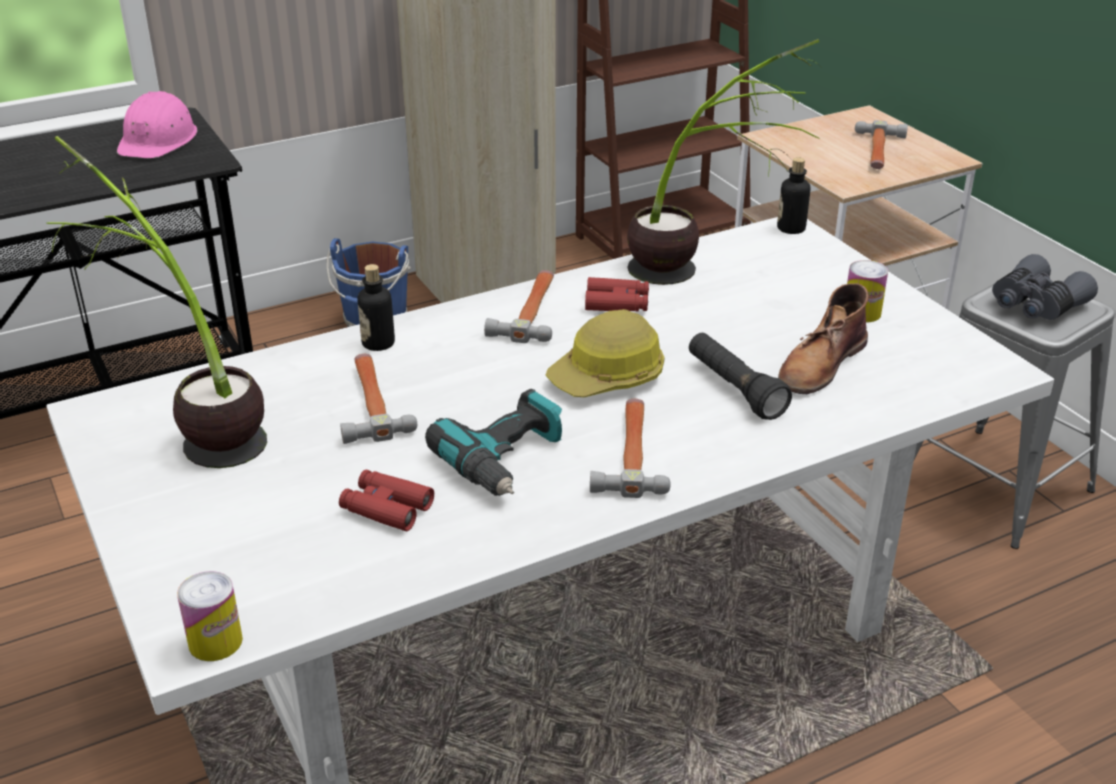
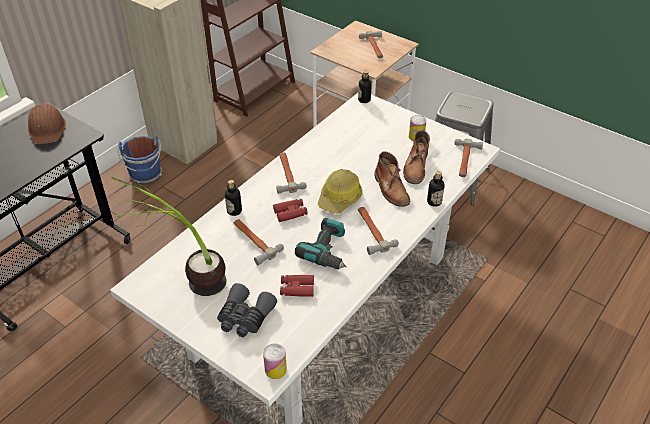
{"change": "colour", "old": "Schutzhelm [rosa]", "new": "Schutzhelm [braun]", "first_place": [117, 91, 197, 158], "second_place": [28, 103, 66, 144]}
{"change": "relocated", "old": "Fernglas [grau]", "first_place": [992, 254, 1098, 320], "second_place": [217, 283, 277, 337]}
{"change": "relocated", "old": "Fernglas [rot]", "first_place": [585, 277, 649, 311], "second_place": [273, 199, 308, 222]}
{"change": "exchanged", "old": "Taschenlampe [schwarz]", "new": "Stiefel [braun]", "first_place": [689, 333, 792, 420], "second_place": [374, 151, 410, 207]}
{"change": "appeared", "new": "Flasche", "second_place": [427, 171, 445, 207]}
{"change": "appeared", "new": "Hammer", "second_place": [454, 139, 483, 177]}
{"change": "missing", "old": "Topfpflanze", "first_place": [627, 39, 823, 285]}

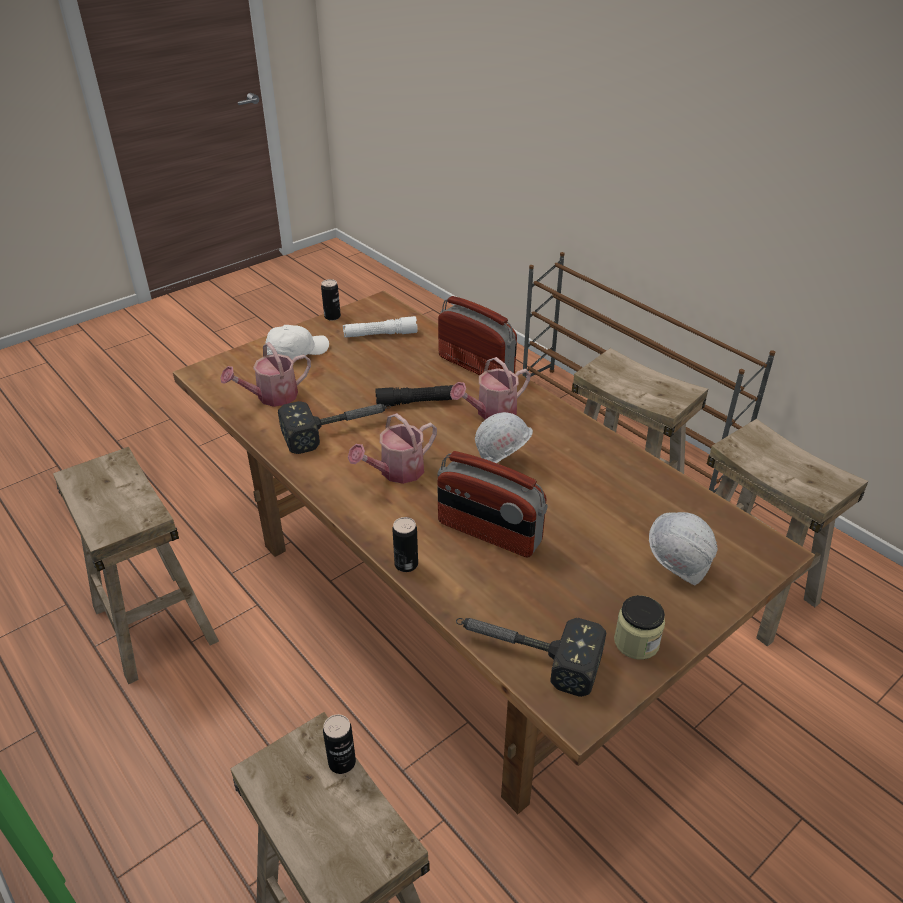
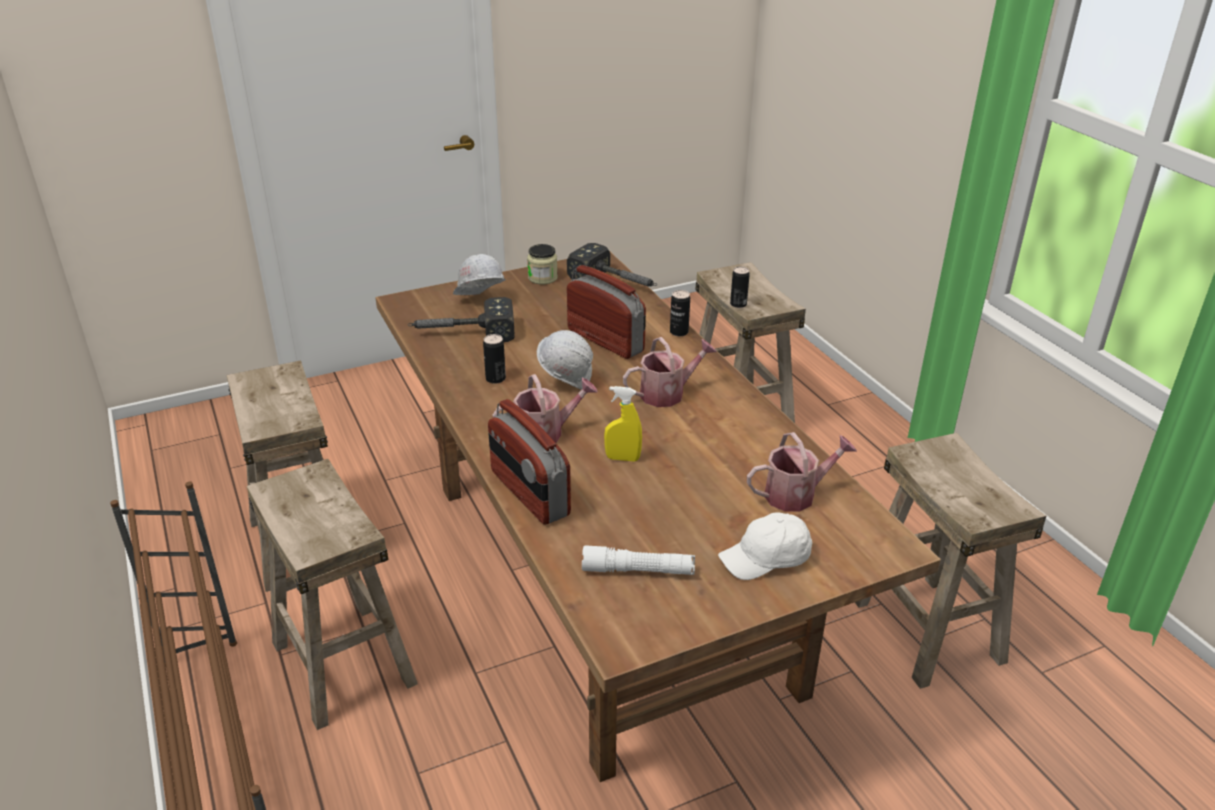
{"change": "relocated", "old": "Hammer", "first_place": [278, 401, 391, 454], "second_place": [408, 297, 514, 342]}
{"change": "relocated", "old": "Dose", "first_place": [321, 279, 341, 321], "second_place": [483, 334, 506, 384]}
{"change": "exchanged", "old": "Taschenlampe [schwarz]", "new": "Sprühflasche [gelb]", "first_place": [375, 385, 453, 407], "second_place": [604, 386, 642, 462]}

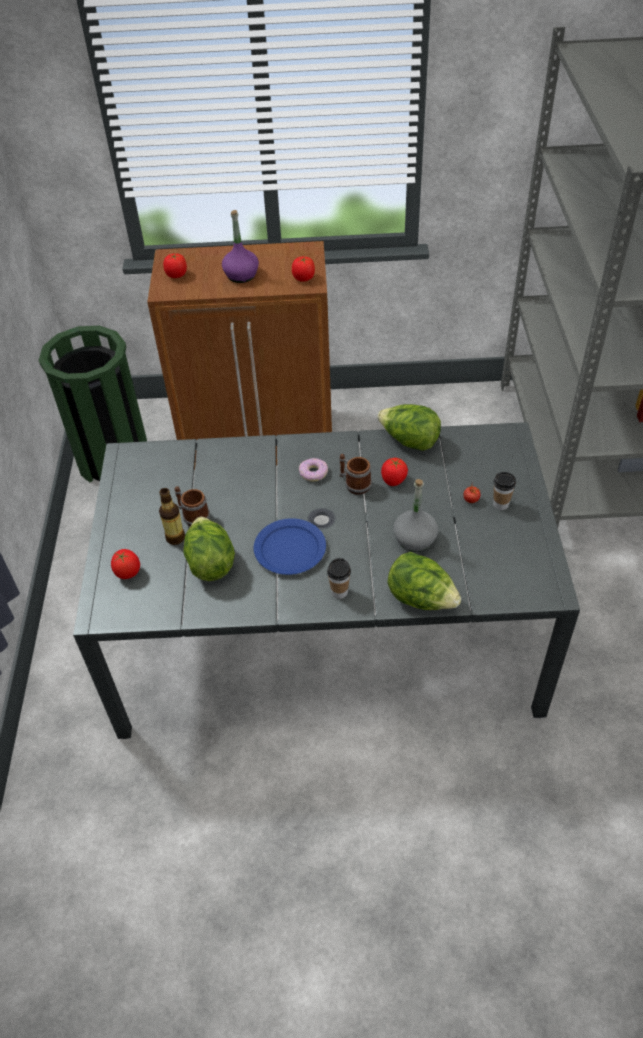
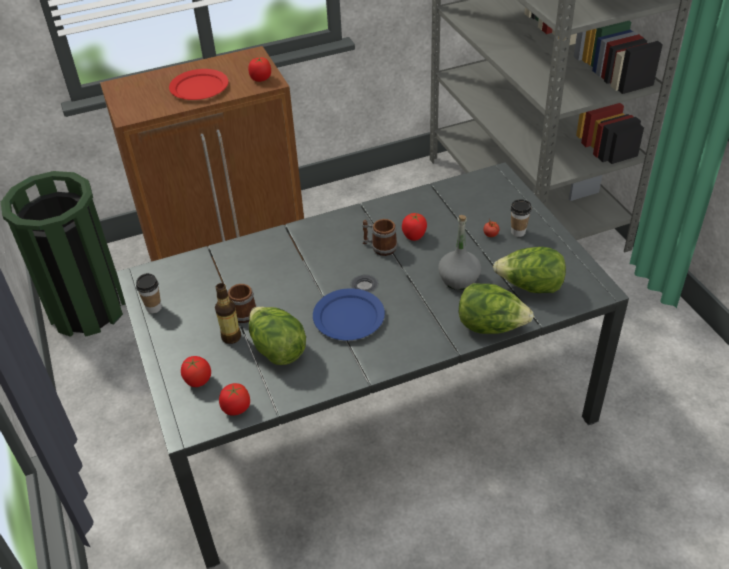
{"change": "relocated", "old": "Tasse", "first_place": [327, 558, 351, 599], "second_place": [136, 273, 162, 313]}
{"change": "exchanged", "old": "Flasche [lila]", "new": "Teller [rot]", "first_place": [222, 210, 259, 283], "second_place": [169, 69, 228, 100]}
{"change": "relocated", "old": "Tomate", "first_place": [163, 253, 187, 278], "second_place": [219, 383, 250, 416]}
{"change": "relocated", "old": "Salatkopf", "first_place": [378, 404, 441, 451], "second_place": [493, 247, 566, 293]}
{"change": "missing", "old": "Donut", "first_place": [299, 458, 328, 482]}

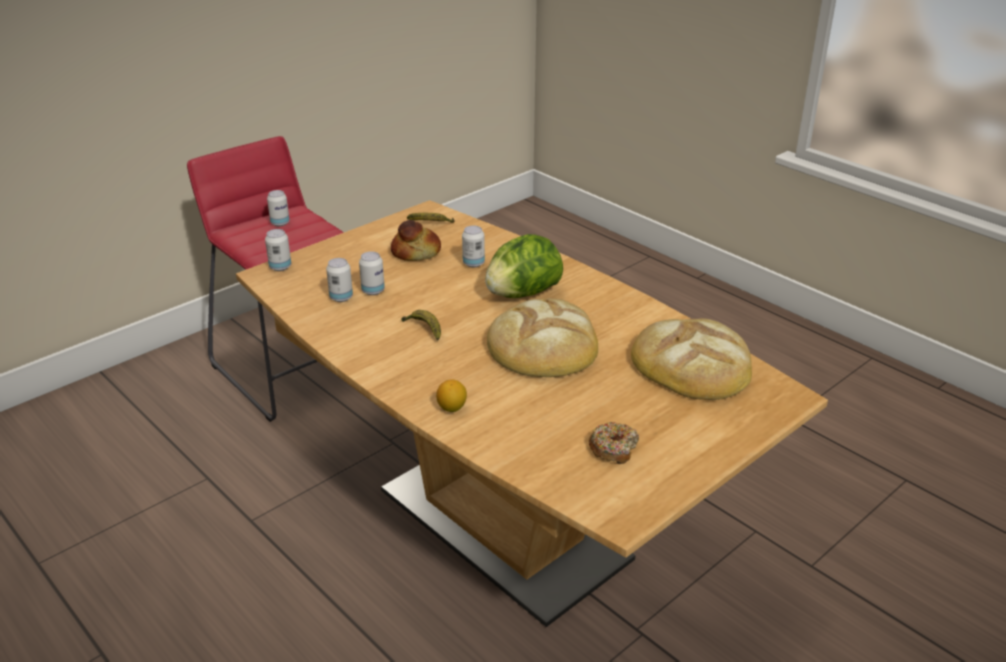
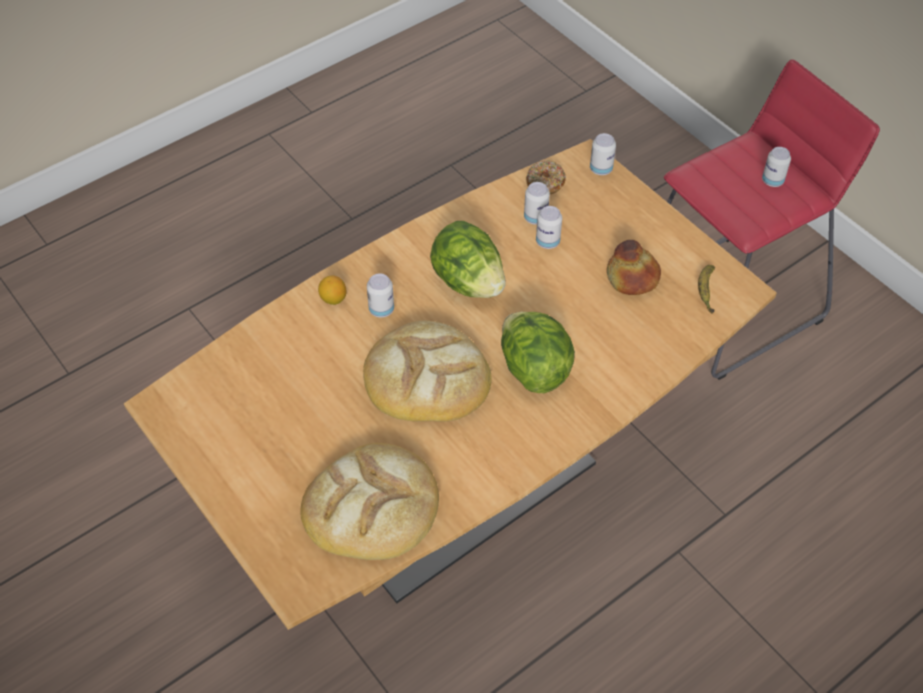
{"change": "relocated", "old": "Dose", "first_place": [462, 226, 485, 268], "second_place": [367, 273, 394, 318]}
{"change": "exchanged", "old": "Banane", "new": "Salatkopf", "first_place": [401, 310, 441, 341], "second_place": [430, 221, 506, 298]}
{"change": "relocated", "old": "Donut", "first_place": [589, 422, 639, 464], "second_place": [526, 160, 566, 194]}

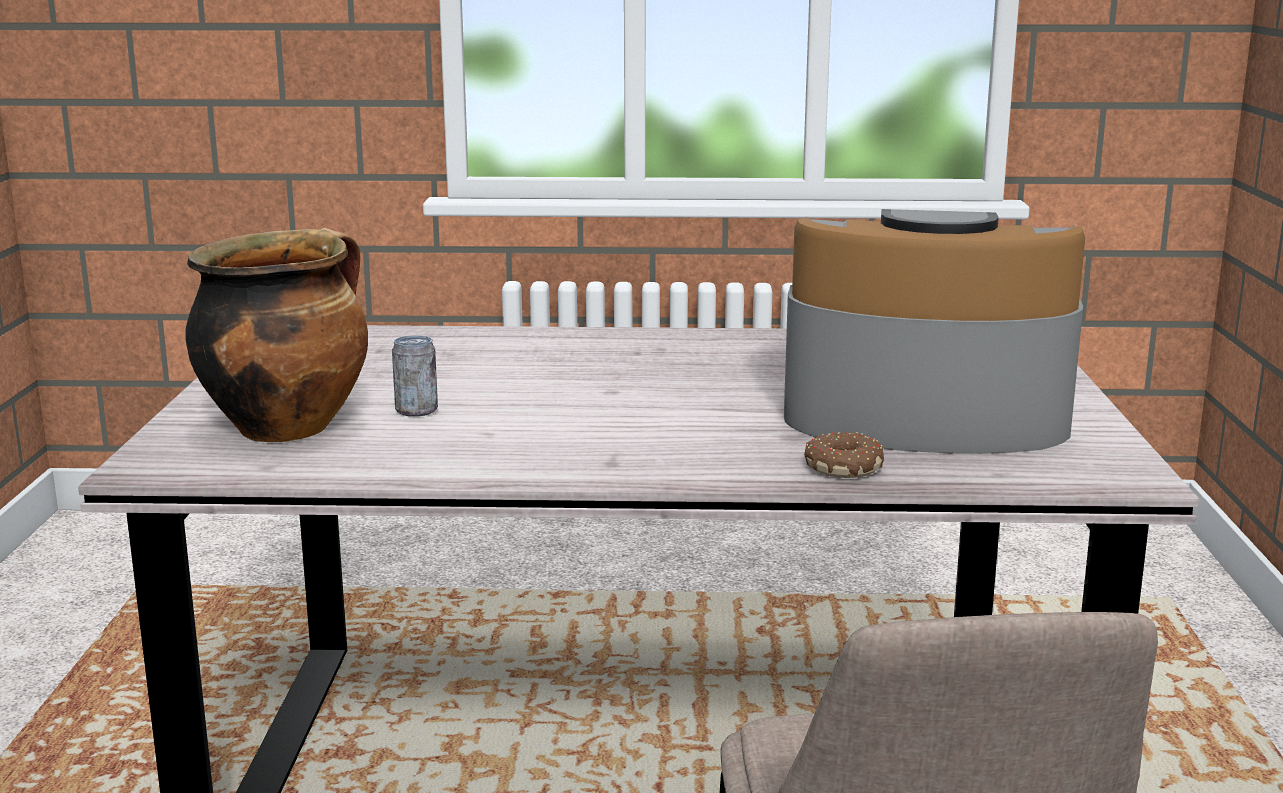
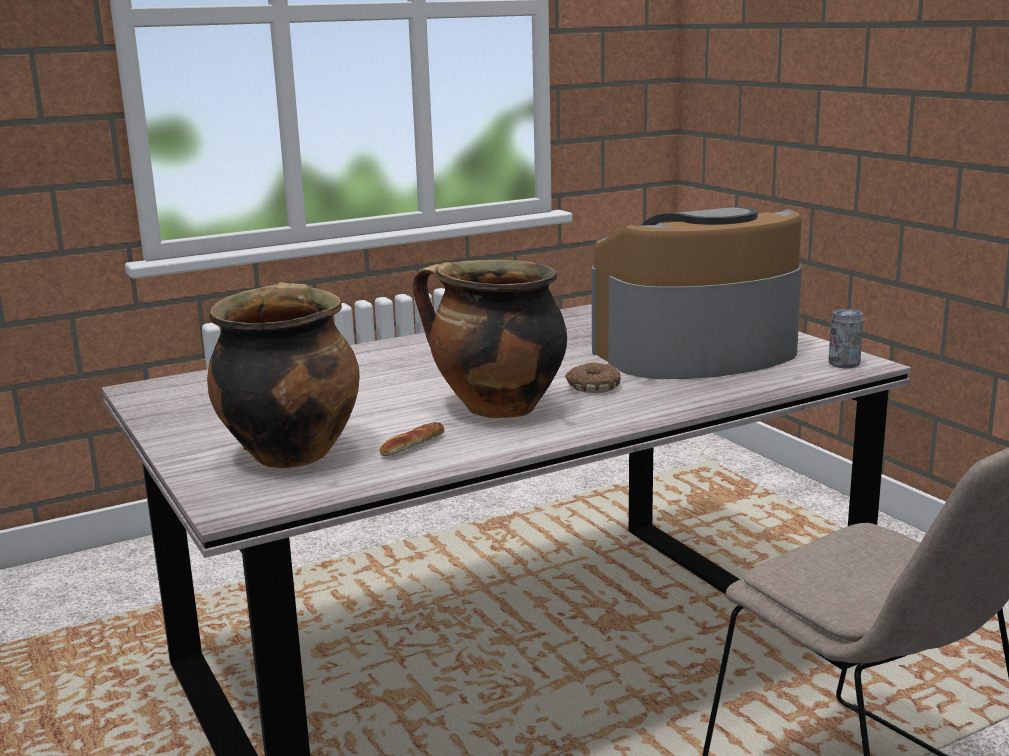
{"change": "appeared", "new": "Brot", "second_place": [380, 422, 444, 456]}
{"change": "appeared", "new": "Kochtopf", "second_place": [413, 260, 567, 418]}
{"change": "relocated", "old": "Donut", "first_place": [804, 432, 884, 478], "second_place": [565, 362, 621, 393]}
{"change": "relocated", "old": "Dose", "first_place": [392, 335, 438, 417], "second_place": [828, 309, 863, 368]}

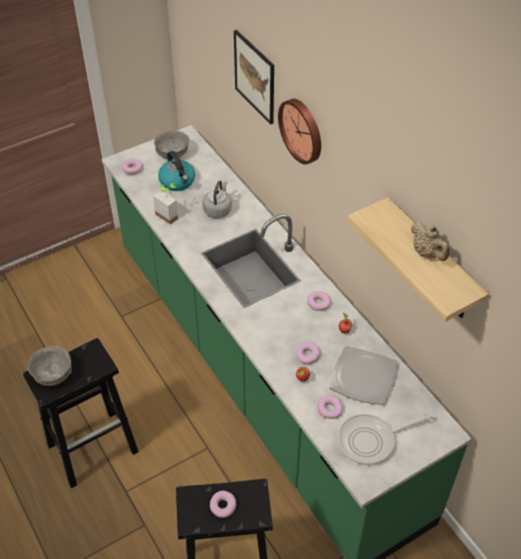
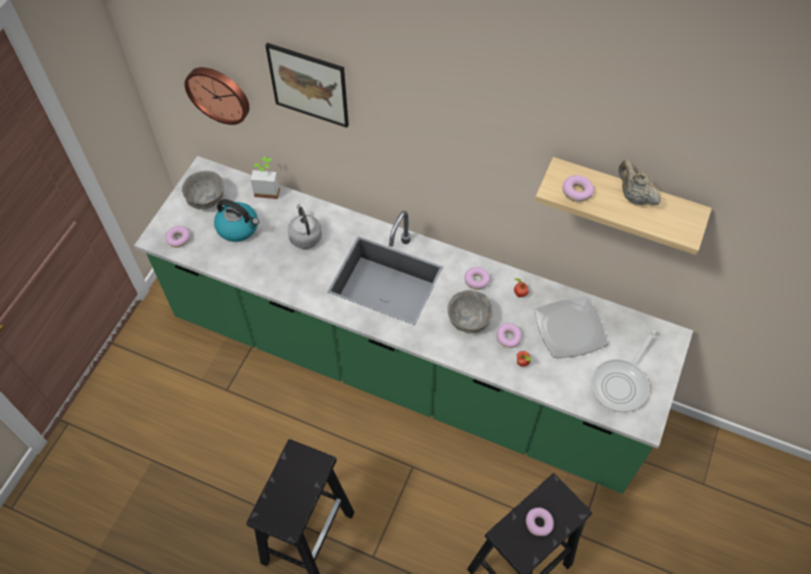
{"change": "relocated", "old": "Wanduhr", "first_place": [278, 99, 321, 164], "second_place": [184, 67, 249, 125]}
{"change": "relocated", "old": "Topfpflanze", "first_place": [153, 183, 178, 225], "second_place": [250, 157, 280, 199]}
{"change": "relocated", "old": "Schüssel [grau]", "first_place": [28, 346, 72, 386], "second_place": [447, 290, 493, 334]}
{"change": "relocated", "old": "Donut", "first_place": [317, 395, 343, 419], "second_place": [563, 175, 594, 202]}
{"change": "spun", "old": "Teekanne [beige]", "first_place": [411, 222, 449, 261], "second_place": [619, 160, 661, 205], "degrees": -150}

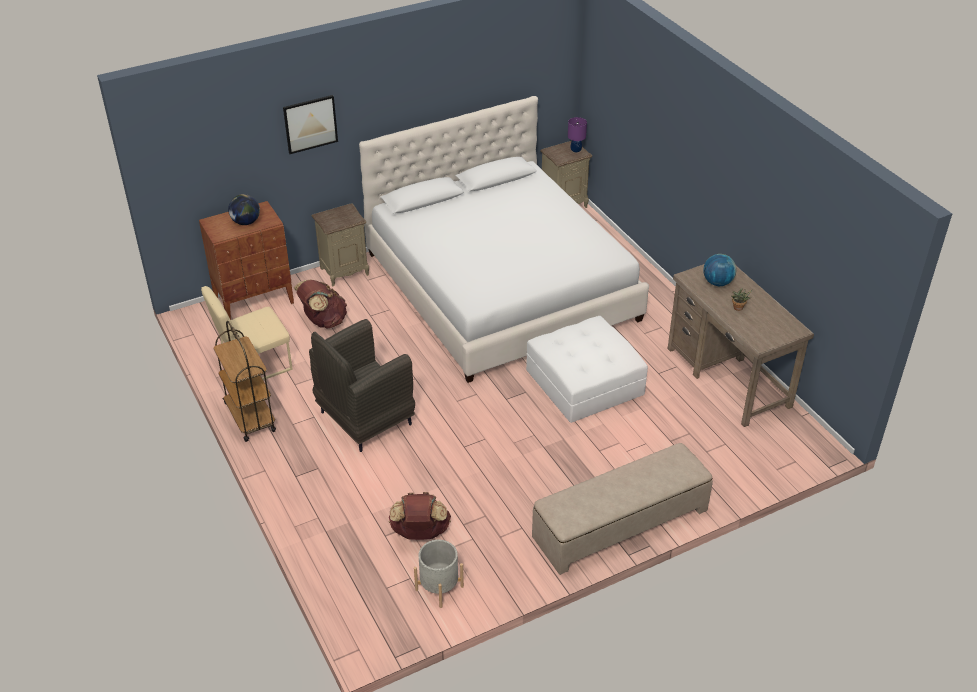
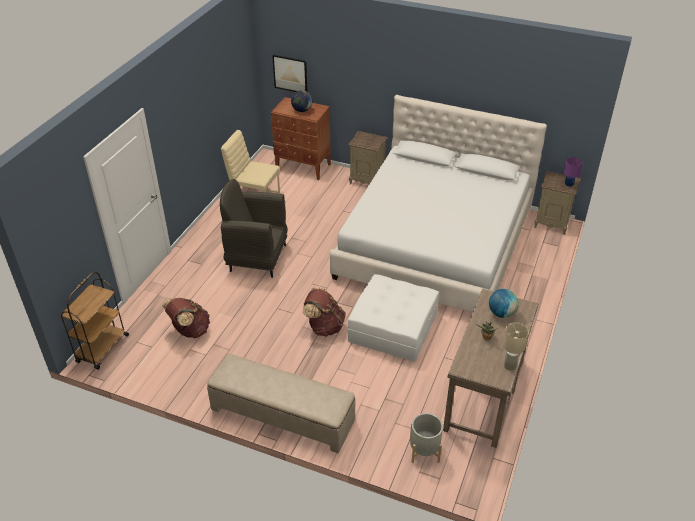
{"change": "relocated", "old": "Rollwagen [braun]", "first_place": [213, 321, 276, 442], "second_place": [61, 272, 129, 370]}
{"change": "relocated", "old": "Bild", "first_place": [283, 95, 338, 154], "second_place": [272, 54, 307, 92]}
{"change": "relocated", "old": "Rucksack [braun]", "first_place": [294, 280, 347, 328], "second_place": [303, 287, 346, 337]}
{"change": "relocated", "old": "Pflanzkübel [grau]", "first_place": [414, 540, 464, 608], "second_place": [410, 413, 443, 463]}
{"change": "appeared", "new": "Tischlampe [beige]", "second_place": [503, 322, 529, 370]}

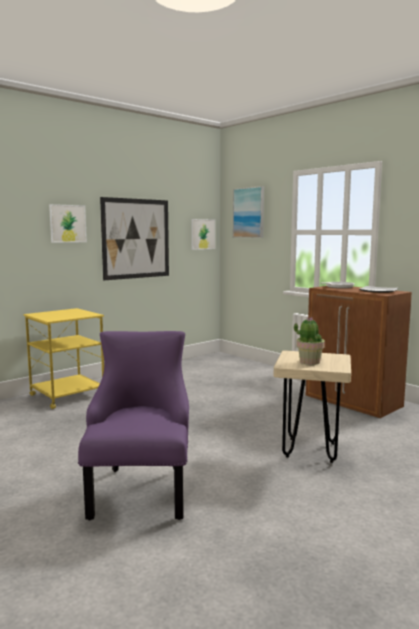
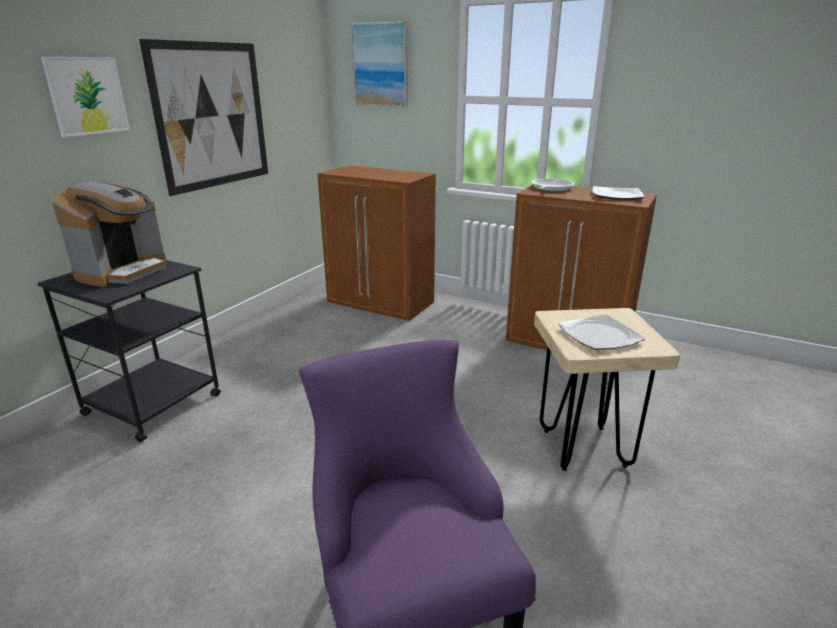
{"change": "colour", "old": "Rollwagen [gelb]", "new": "Rollwagen [schwarz]", "first_place": [24, 308, 104, 409], "second_place": [38, 260, 221, 442]}
{"change": "appeared", "new": "Kaffeemaschine", "second_place": [52, 182, 166, 287]}
{"change": "appeared", "new": "Schrank [braun]", "second_place": [317, 165, 436, 321]}
{"change": "exchanged", "old": "Topfpflanze", "new": "Teller", "first_place": [294, 317, 325, 365], "second_place": [559, 314, 645, 350]}
{"change": "missing", "old": "Bild", "first_place": [191, 219, 215, 250]}

